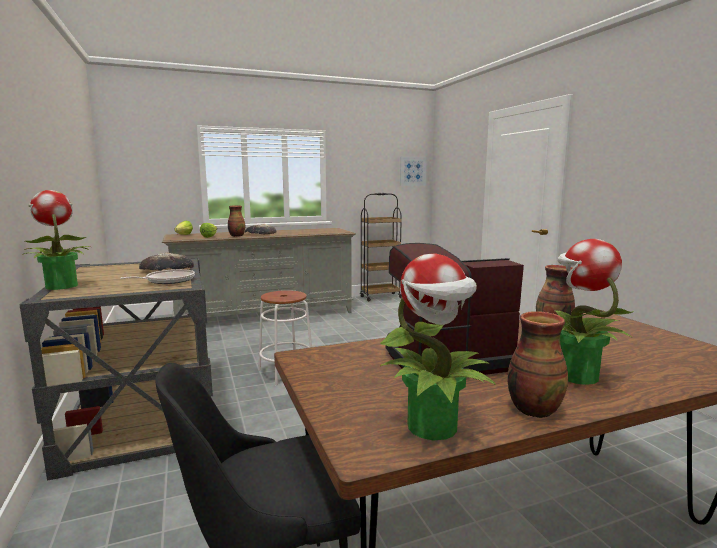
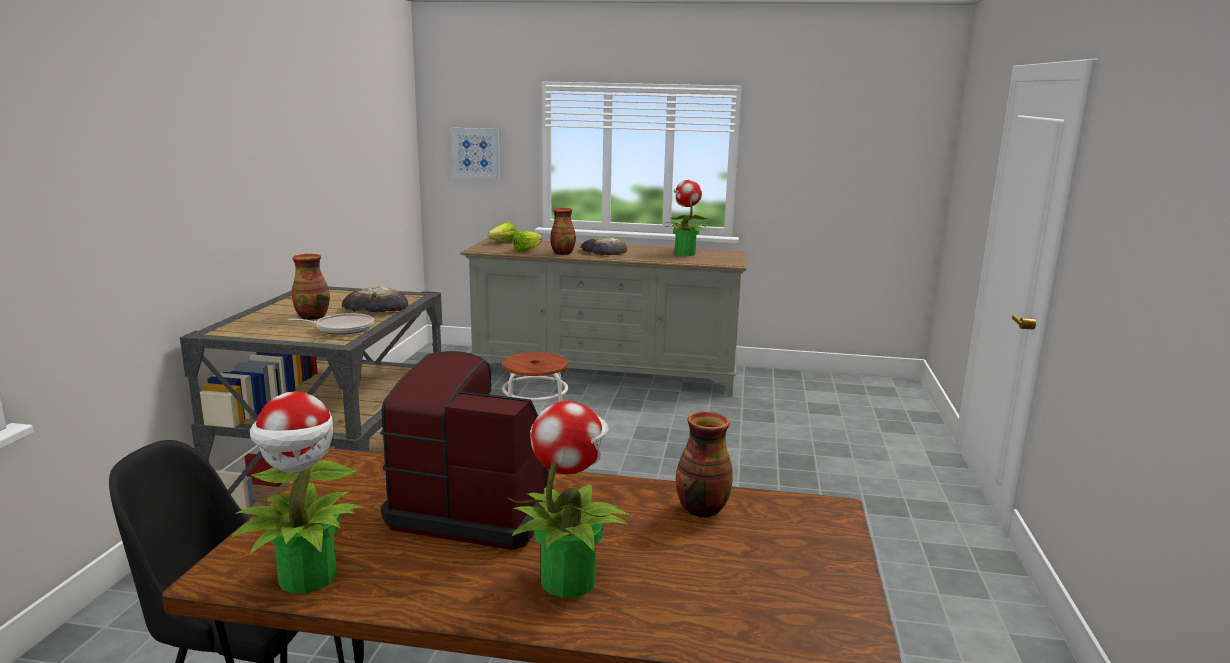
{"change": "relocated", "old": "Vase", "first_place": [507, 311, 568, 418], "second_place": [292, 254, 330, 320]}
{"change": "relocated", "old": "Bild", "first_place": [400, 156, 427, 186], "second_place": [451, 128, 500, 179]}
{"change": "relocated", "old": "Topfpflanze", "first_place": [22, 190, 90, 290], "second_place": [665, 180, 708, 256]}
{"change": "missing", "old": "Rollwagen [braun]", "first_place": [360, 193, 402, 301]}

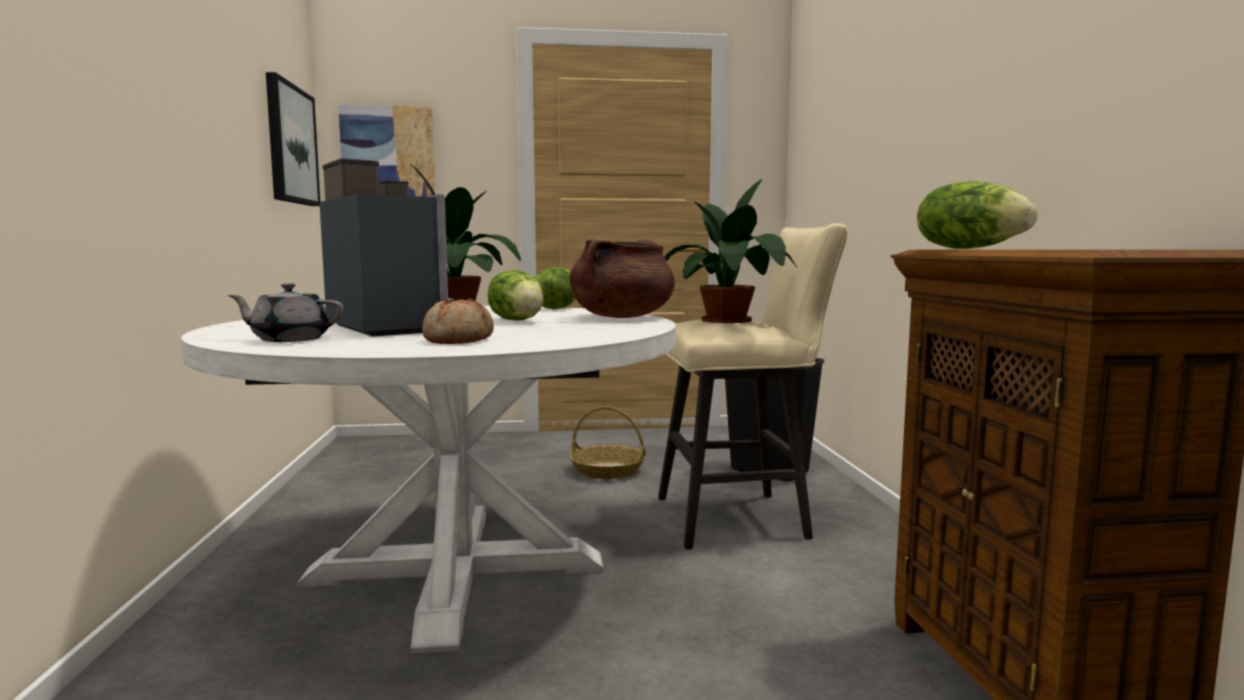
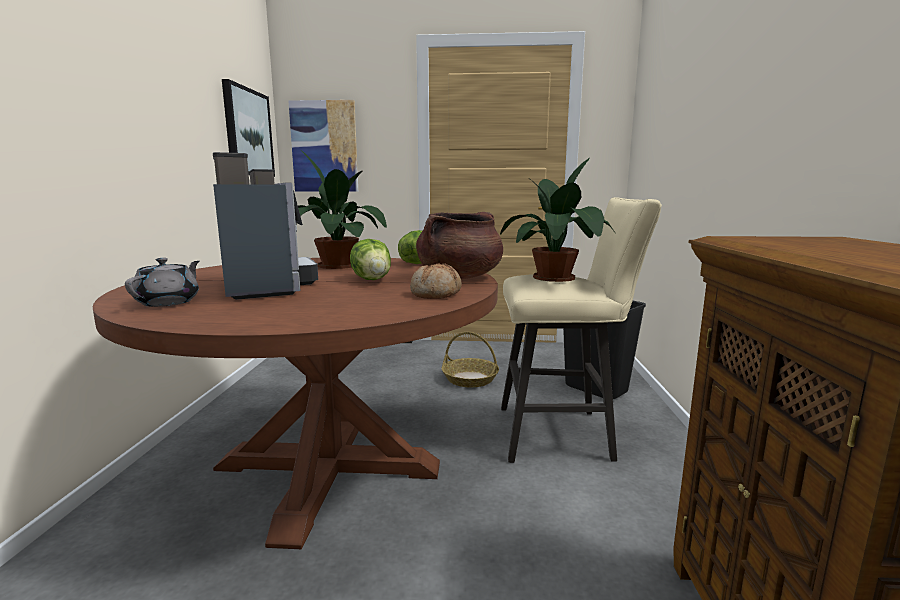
{"change": "colour", "old": "Esstisch [weiß]", "new": "Esstisch [braun]", "first_place": [181, 306, 676, 654], "second_place": [93, 258, 498, 549]}
{"change": "spun", "old": "Teekanne [grau]", "first_place": [228, 283, 343, 342], "second_place": [125, 258, 199, 307], "degrees": 90}
{"change": "relocated", "old": "Brot", "first_place": [422, 298, 494, 344], "second_place": [410, 263, 462, 299]}
{"change": "missing", "old": "Salatkopf", "first_place": [917, 181, 1038, 249]}

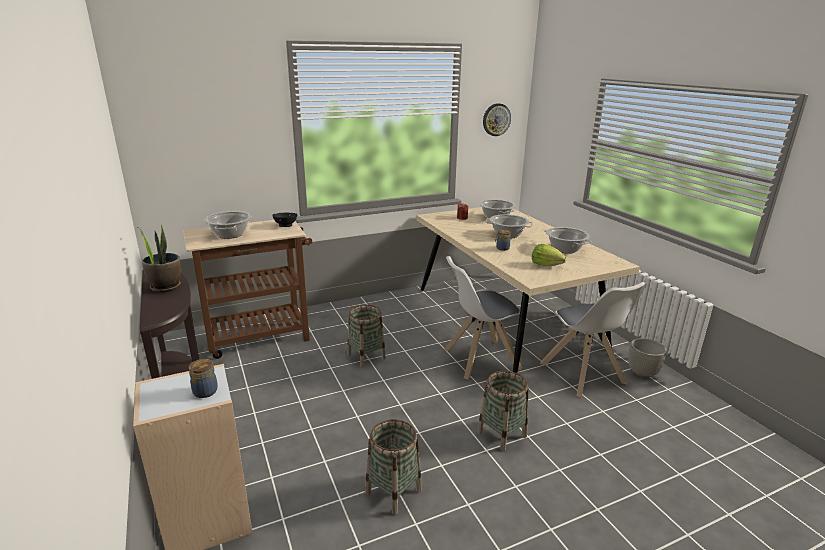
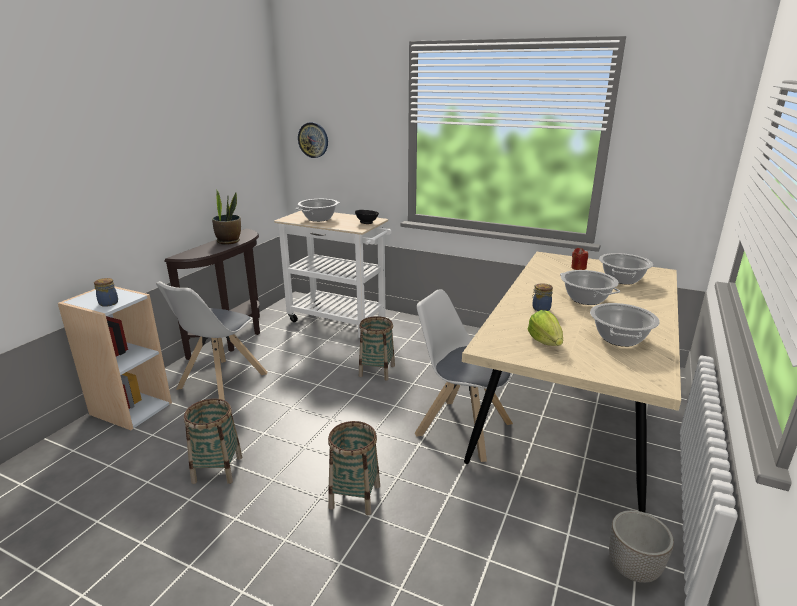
{"change": "relocated", "old": "Stuhl", "first_place": [540, 282, 647, 398], "second_place": [156, 281, 267, 400]}
{"change": "colour", "old": "Rollwagen [braun]", "new": "Rollwagen [weiß]", "first_place": [183, 220, 312, 359], "second_place": [274, 211, 392, 338]}
{"change": "relocated", "old": "Wanduhr", "first_place": [483, 103, 511, 136], "second_place": [298, 122, 328, 158]}

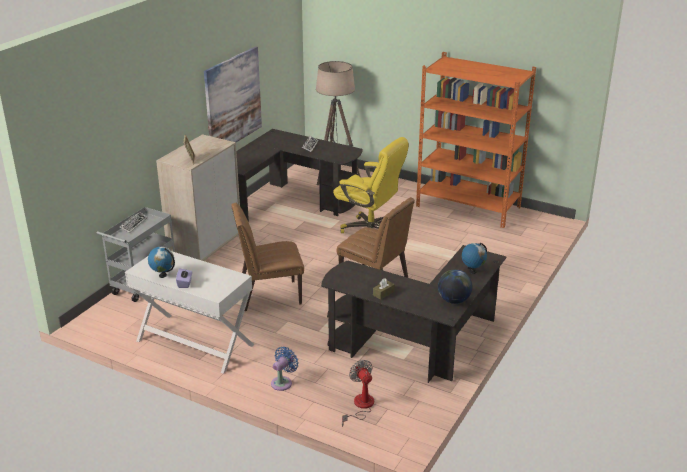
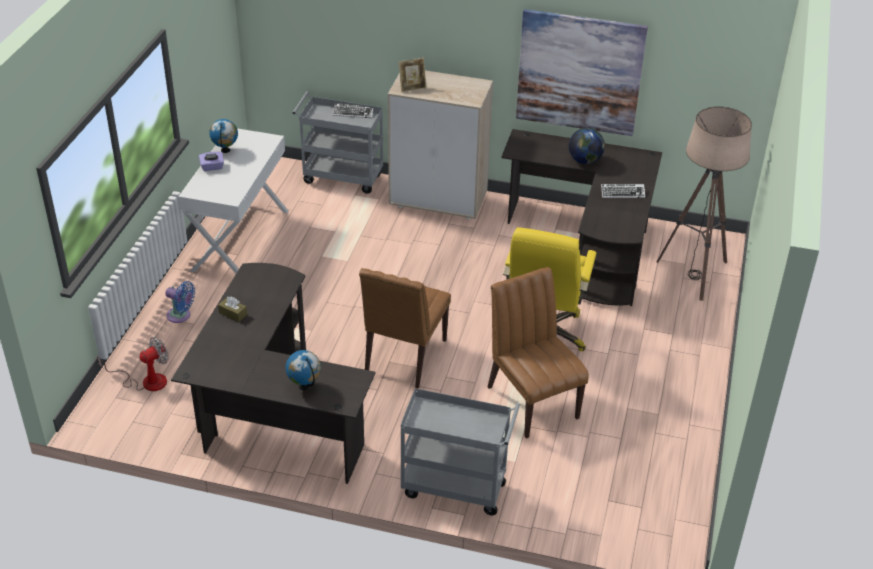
{"change": "appeared", "new": "Rollwagen [grau]", "second_place": [401, 389, 520, 515]}
{"change": "relocated", "old": "Stuhl [braun]", "first_place": [231, 203, 304, 311], "second_place": [488, 267, 589, 438]}
{"change": "relocated", "old": "Globus", "first_place": [438, 269, 473, 304], "second_place": [569, 128, 605, 164]}
{"change": "missing", "old": "Bücherregal [orange]", "first_place": [416, 52, 536, 228]}

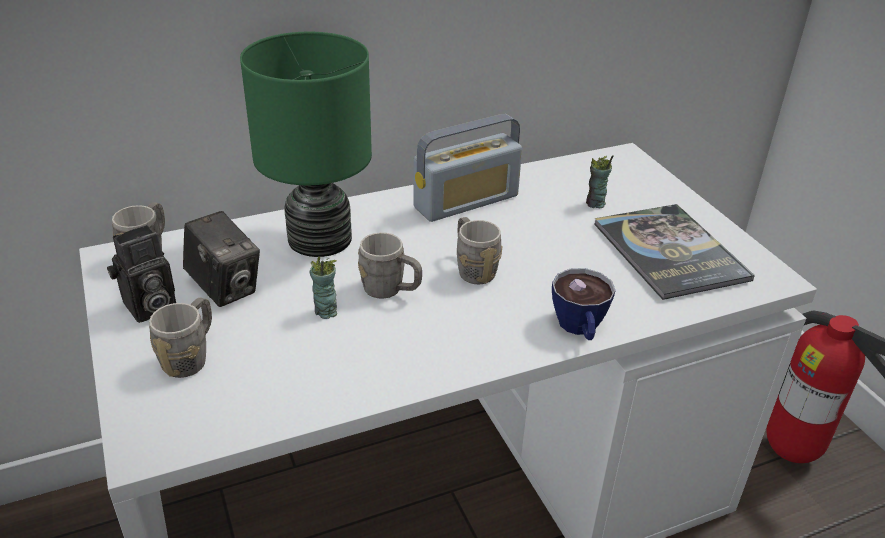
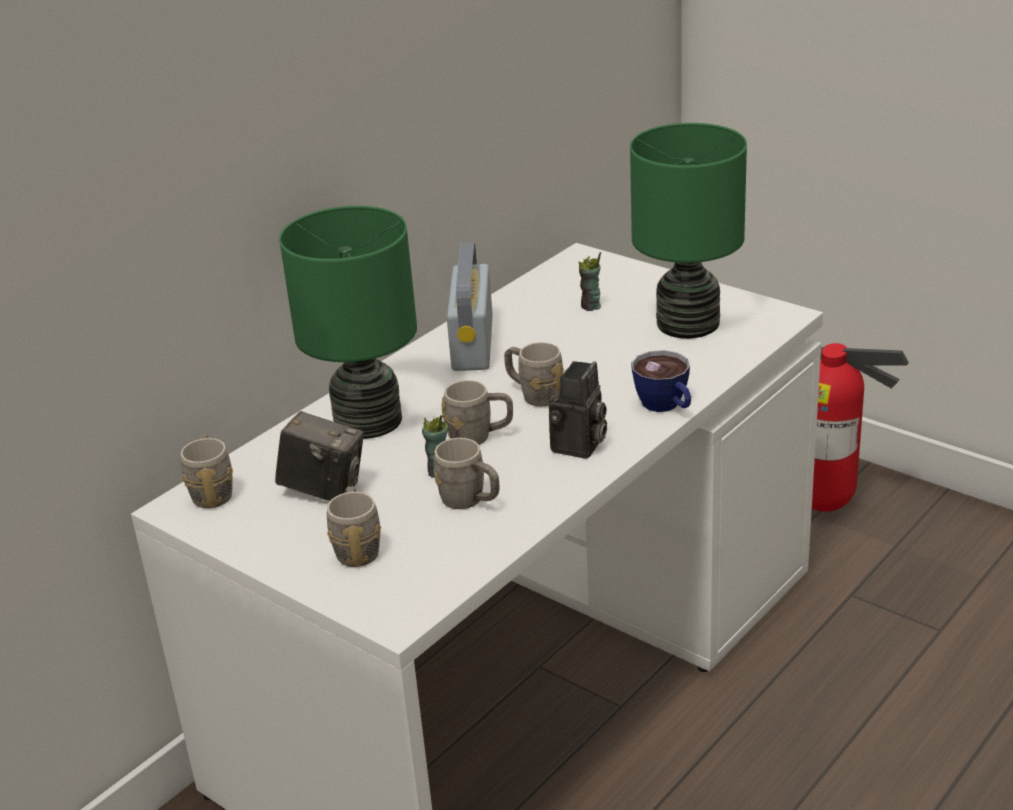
{"change": "appeared", "new": "Henkelbecher [grau]", "second_place": [434, 438, 499, 509]}
{"change": "spun", "old": "Radio", "first_place": [413, 114, 522, 222], "second_place": [447, 242, 493, 371], "degrees": 150}
{"change": "relocated", "old": "Kamera", "first_place": [107, 225, 176, 323], "second_place": [549, 361, 607, 459]}
{"change": "exchanged", "old": "Buch", "new": "Tischlampe [grün]", "first_place": [594, 204, 755, 300], "second_place": [630, 123, 747, 339]}

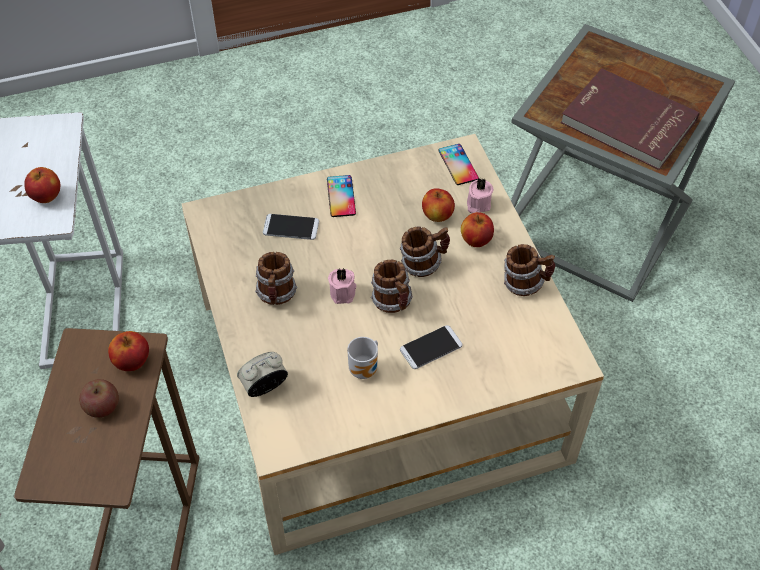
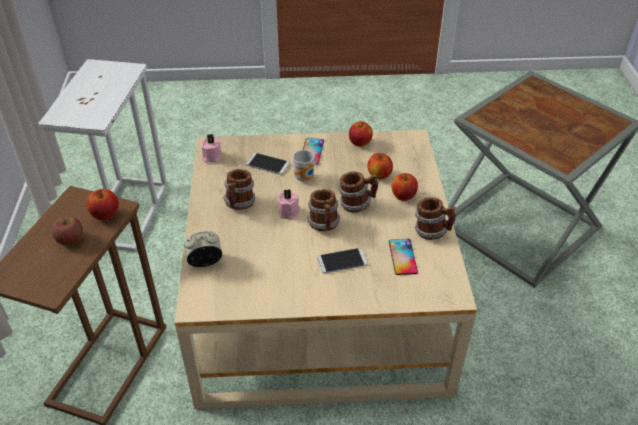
{"change": "relocated", "old": "Kerze [rosa]", "first_place": [467, 178, 494, 213], "second_place": [202, 134, 222, 163]}
{"change": "relocated", "old": "Henkelbecher", "first_place": [347, 337, 378, 379], "second_place": [293, 150, 317, 182]}
{"change": "relocated", "old": "Apfel", "first_place": [24, 167, 60, 203], "second_place": [349, 121, 373, 147]}
{"change": "relocated", "old": "Handy", "first_place": [438, 144, 479, 185], "second_place": [389, 239, 418, 275]}
{"change": "missing", "old": "Buch [rot]", "first_place": [560, 69, 700, 170]}

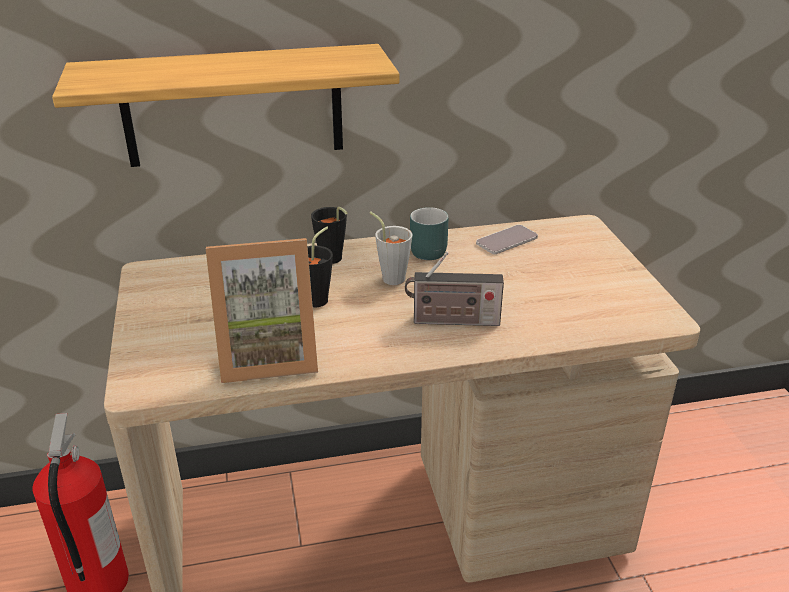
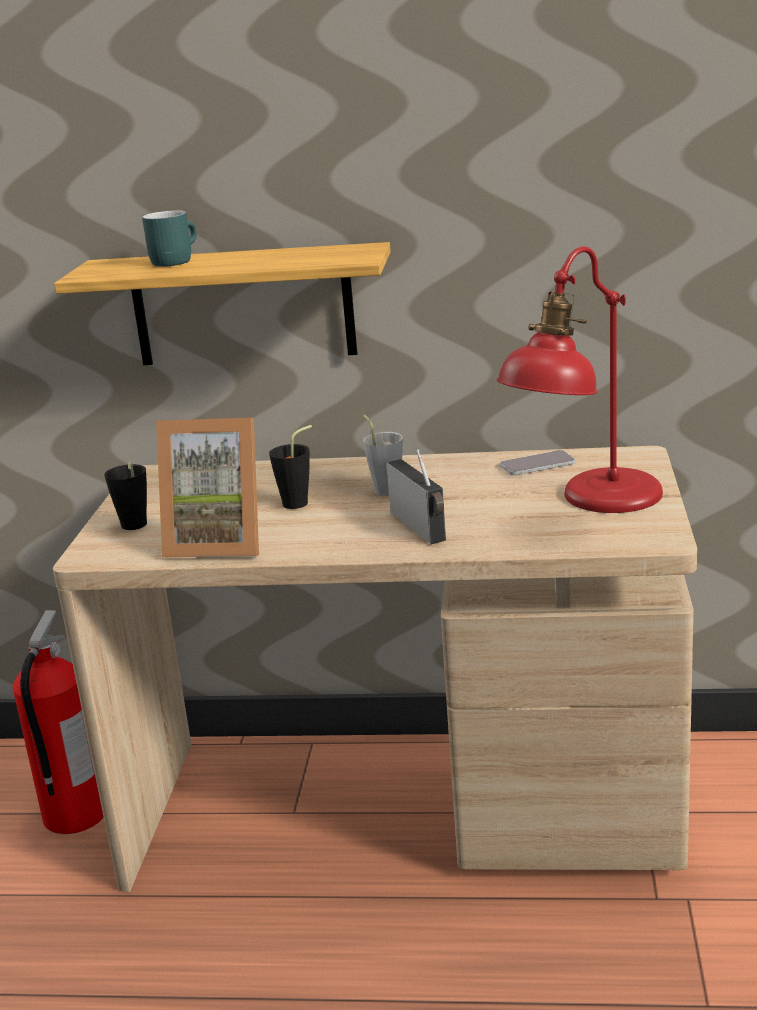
{"change": "relocated", "old": "Tasse [schwarz]", "first_place": [311, 207, 347, 264], "second_place": [104, 462, 147, 530]}
{"change": "relocated", "old": "Henkelbecher [türkis]", "first_place": [410, 207, 449, 260], "second_place": [142, 210, 197, 267]}
{"change": "spun", "old": "Radio", "first_place": [405, 252, 504, 326], "second_place": [386, 449, 446, 544], "degrees": -135}
{"change": "appeared", "new": "Tischlampe [rot]", "second_place": [497, 246, 663, 513]}

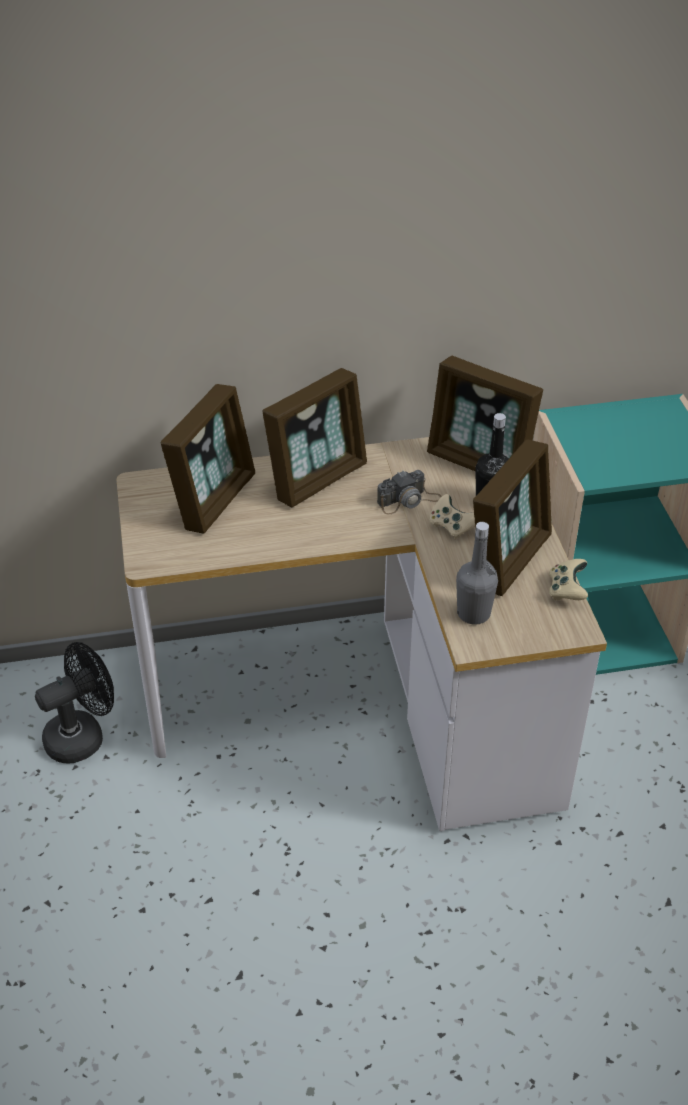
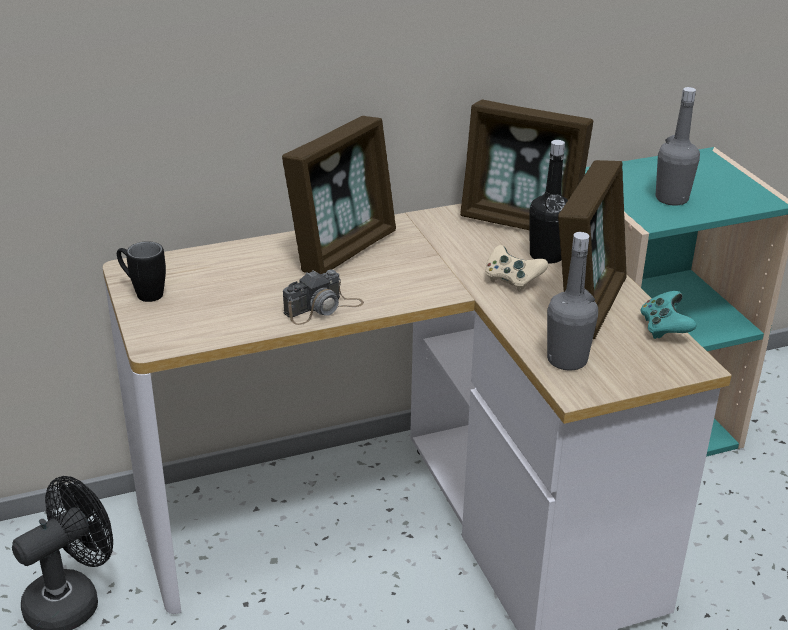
{"change": "appeared", "new": "Henkelbecher [schwarz]", "second_place": [117, 241, 166, 302]}
{"change": "relocated", "old": "Kamera", "first_place": [377, 470, 442, 514], "second_place": [283, 269, 364, 325]}
{"change": "colour", "old": "Gamepad [beige]", "new": "Gamepad [türkis]", "first_place": [549, 559, 588, 600], "second_place": [640, 291, 697, 339]}
{"change": "appeared", "new": "Flasche [grau]", "second_place": [656, 87, 700, 206]}
{"change": "missing", "old": "Bilderrahmen", "first_place": [161, 384, 255, 534]}

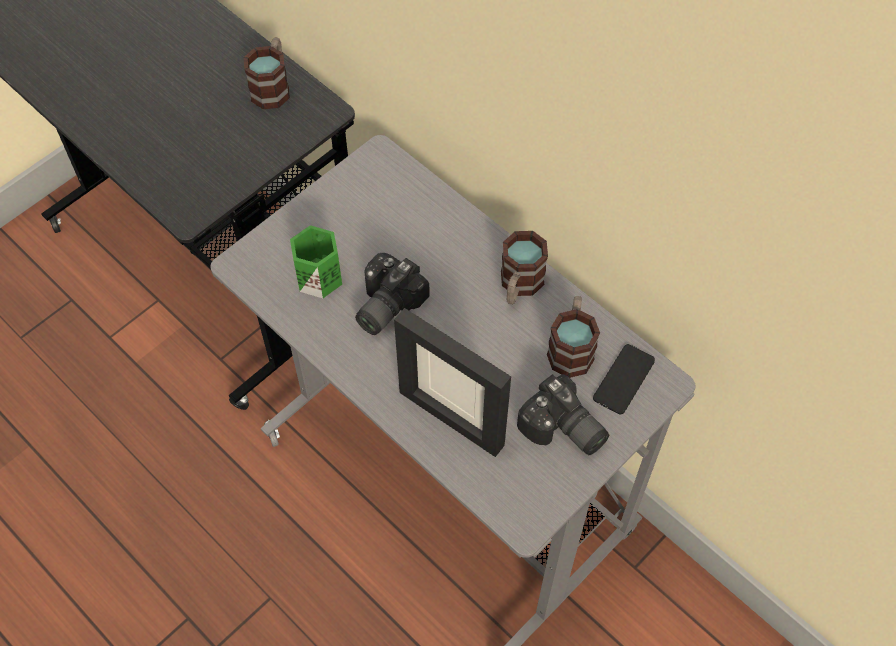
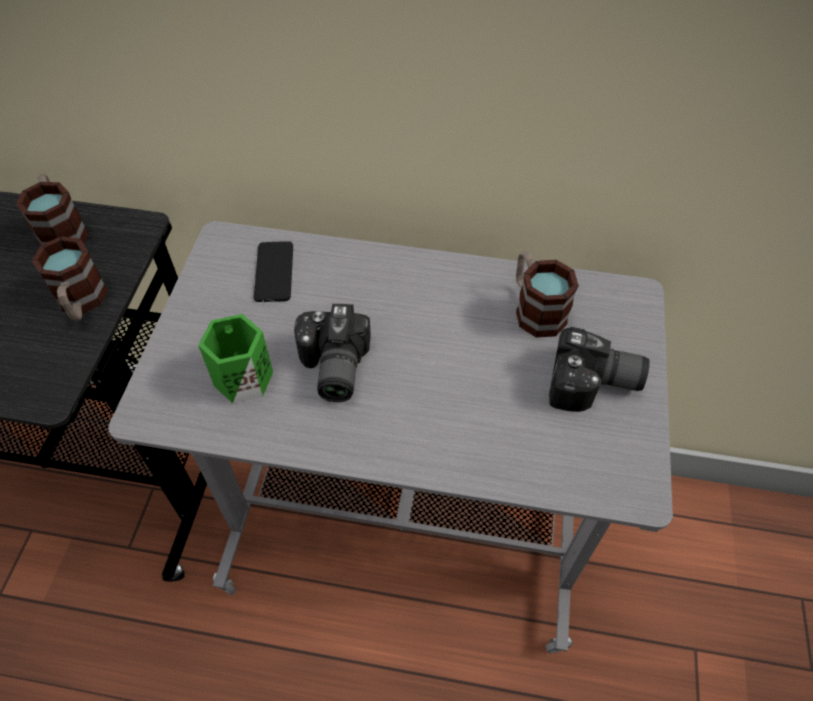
{"change": "relocated", "old": "Henkelbecher", "first_place": [501, 231, 548, 304], "second_place": [32, 237, 108, 321]}
{"change": "relocated", "old": "Handy", "first_place": [593, 344, 655, 415], "second_place": [254, 241, 293, 302]}
{"change": "missing", "old": "Bilderrahmen", "first_place": [394, 308, 511, 457]}

